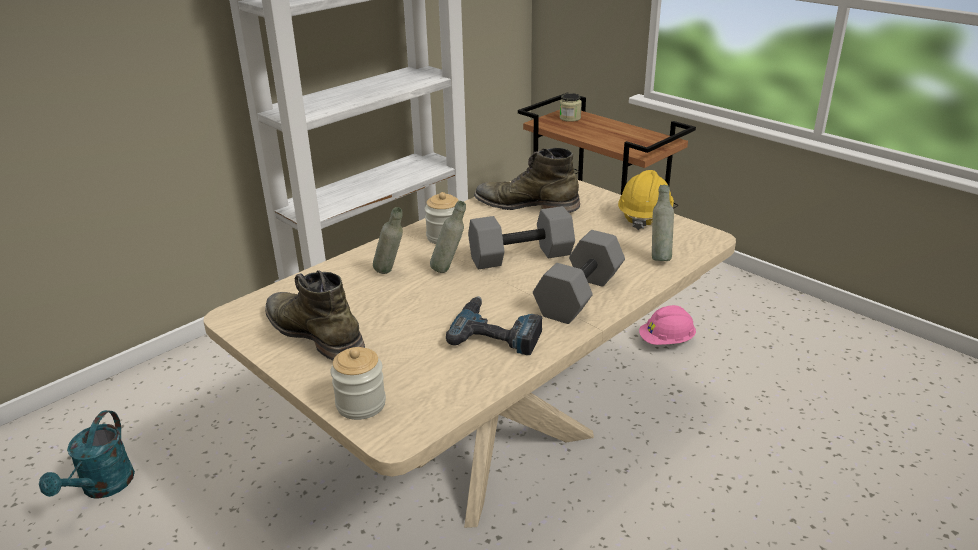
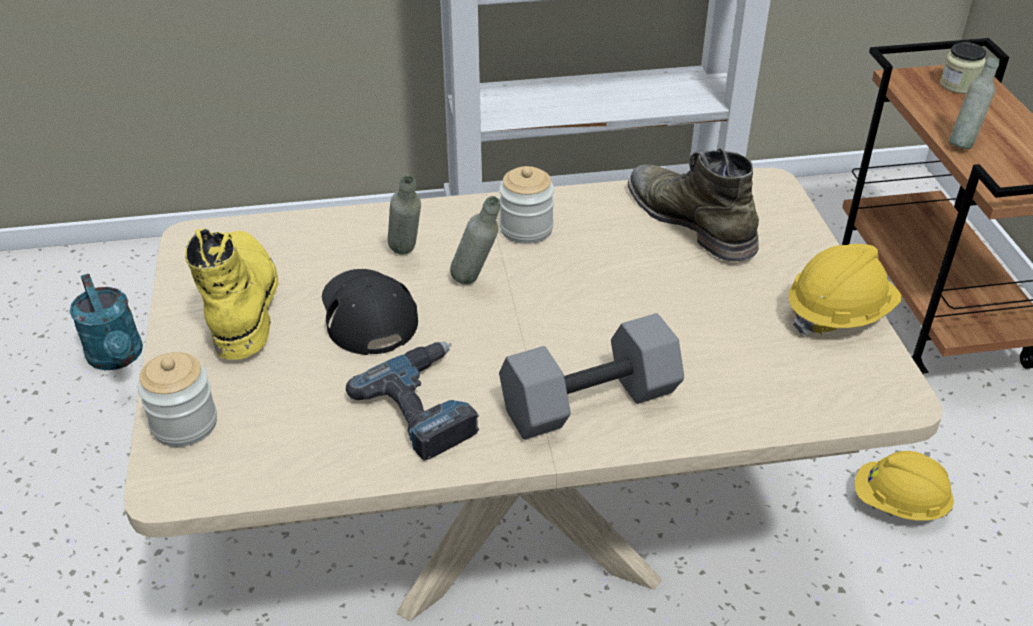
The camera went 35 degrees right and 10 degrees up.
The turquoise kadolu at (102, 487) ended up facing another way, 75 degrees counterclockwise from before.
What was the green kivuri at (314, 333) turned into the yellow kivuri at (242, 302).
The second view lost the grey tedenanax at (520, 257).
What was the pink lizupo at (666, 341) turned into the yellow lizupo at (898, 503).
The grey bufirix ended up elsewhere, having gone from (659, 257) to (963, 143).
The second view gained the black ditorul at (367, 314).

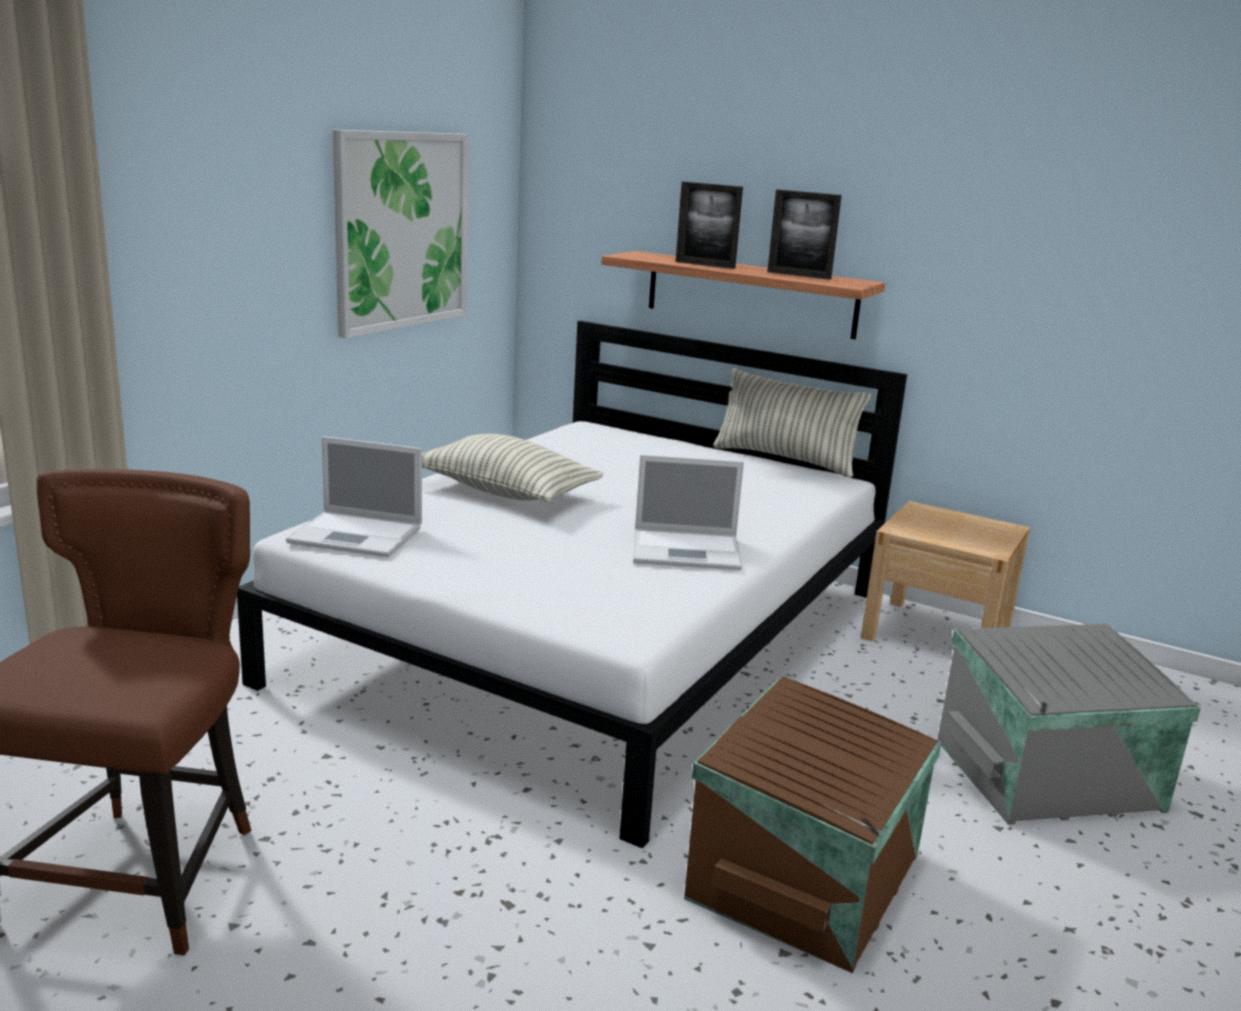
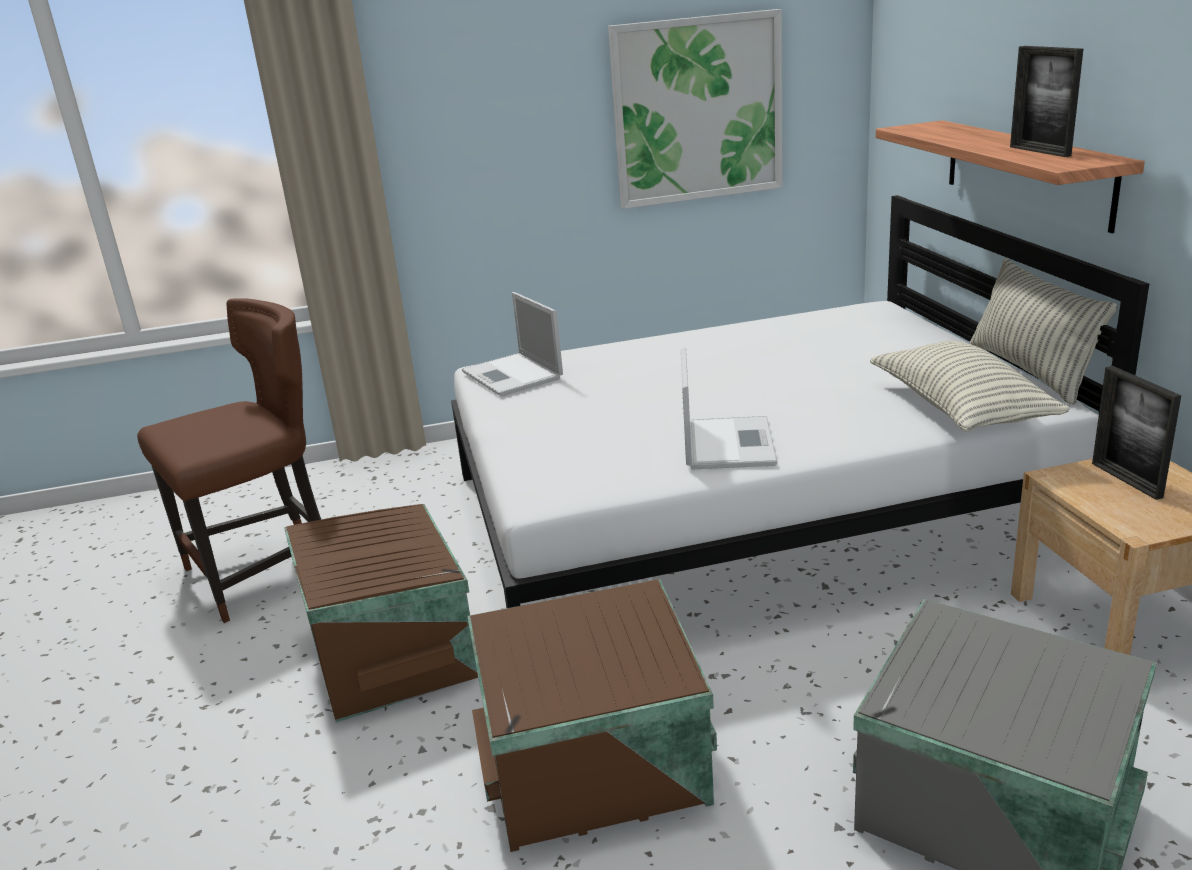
The camera went 50 degrees right and 5 degrees up.
The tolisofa ended up elsewhere, having gone from (505, 493) to (960, 409).
The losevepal at (688, 550) ended up facing another way, 135 degrees counterclockwise from before.
The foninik ended up elsewhere, having gone from (705, 265) to (1126, 480).
The second view gained the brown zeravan at (394, 650).

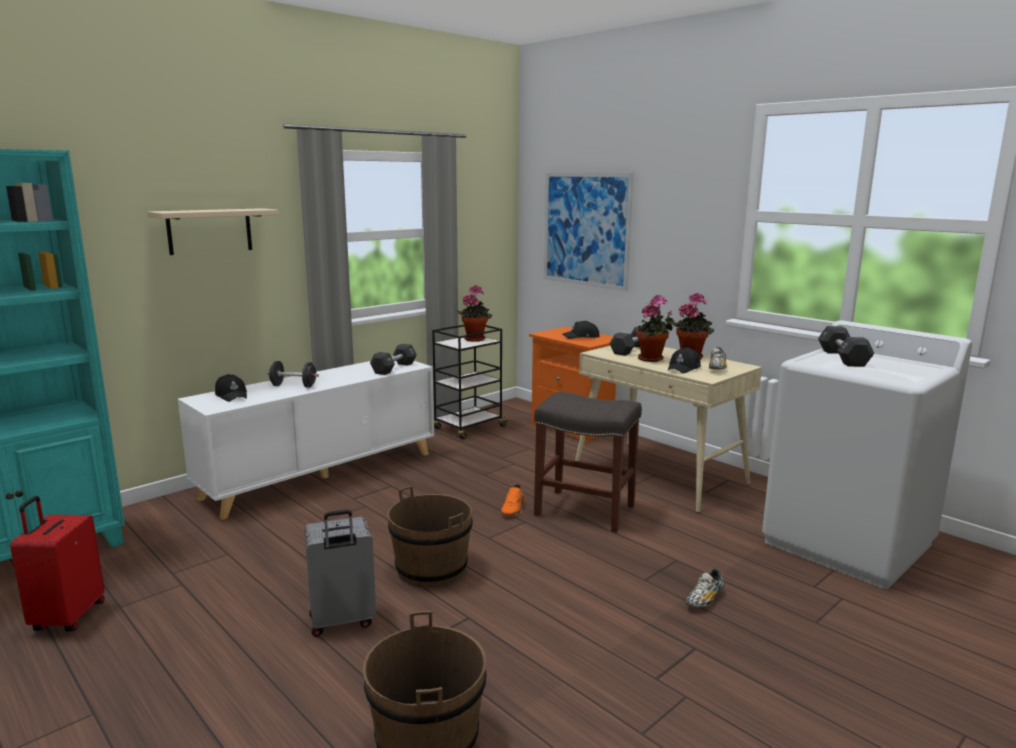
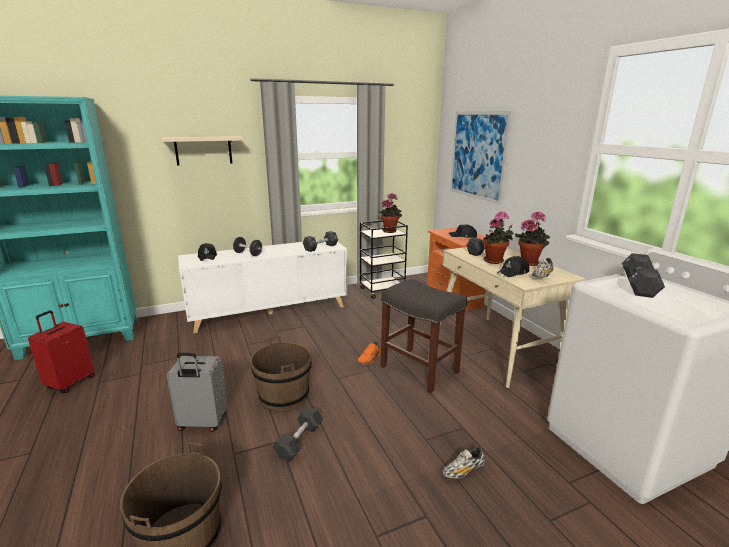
The camera went 20 degrees right and 5 degrees up.
The second view gained the black tedenanax at (299, 441).

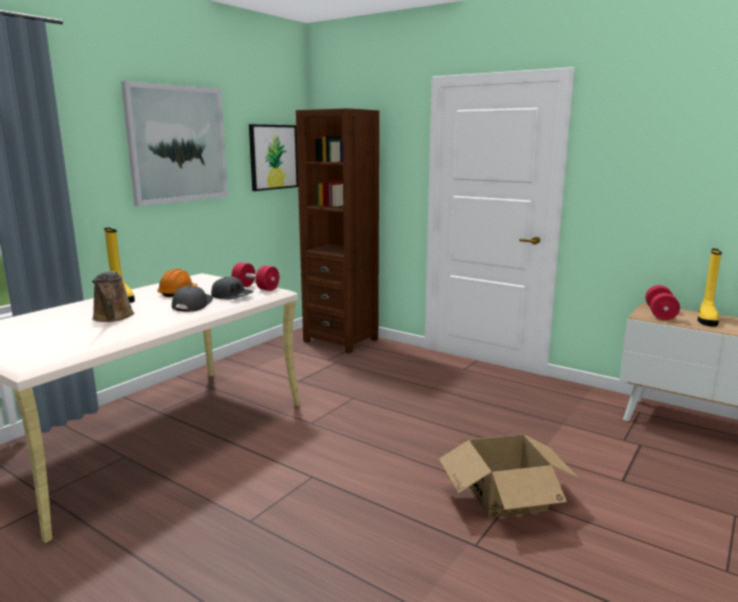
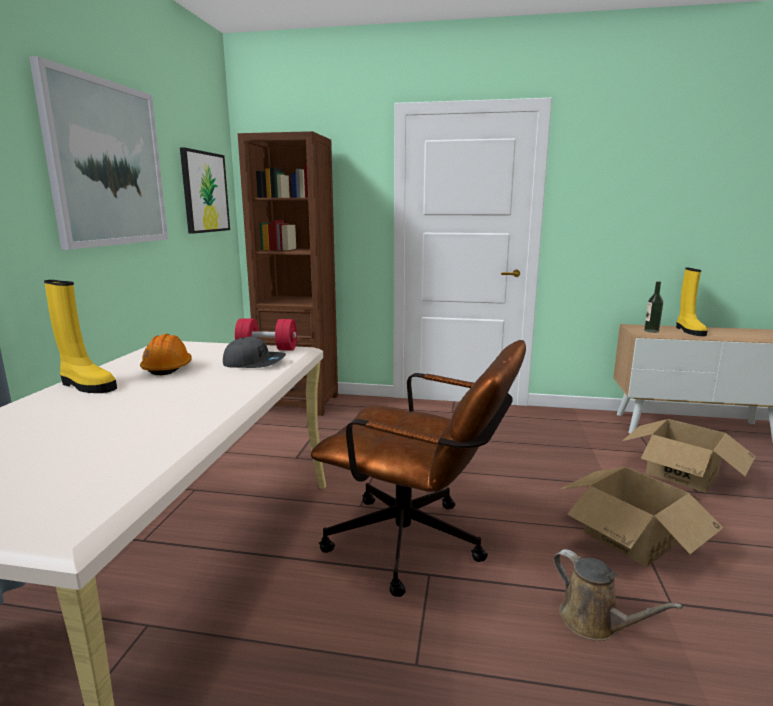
The camera went 25 degrees left and 0 degrees up.
The brown kadolu ended up elsewhere, having gone from (112, 317) to (594, 622).
The second view lost the grey ditorul at (191, 305).
Where the red tedenanax stood at (660, 314), the bufirix came to stand at (651, 331).
The second view gained the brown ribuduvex at (418, 545).
The second view gained the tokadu at (683, 473).

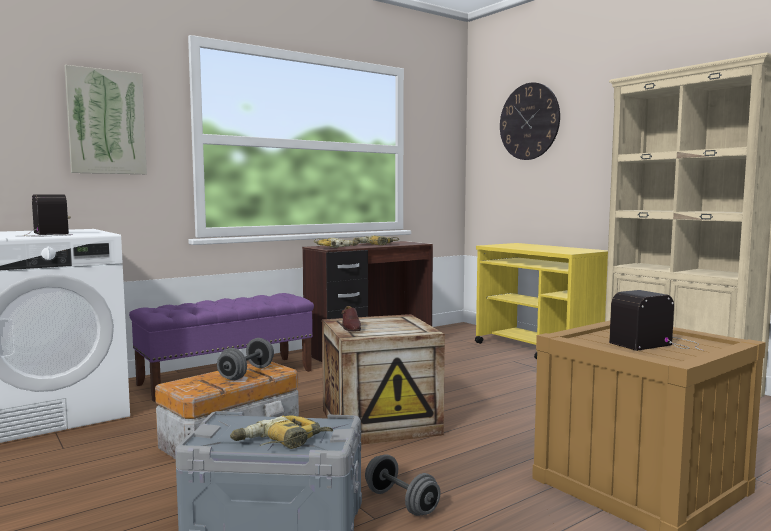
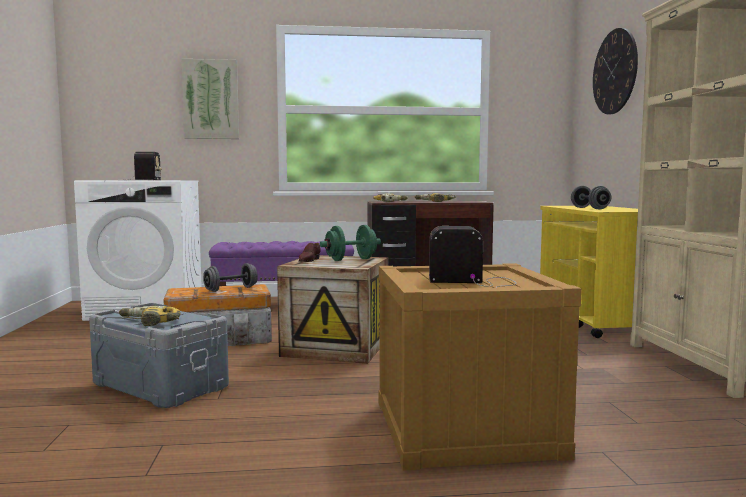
The camera went 30 degrees right and 0 degrees up.
The grey tedenanax ended up elsewhere, having gone from (401, 502) to (589, 208).
The second view gained the green tedenanax at (350, 260).

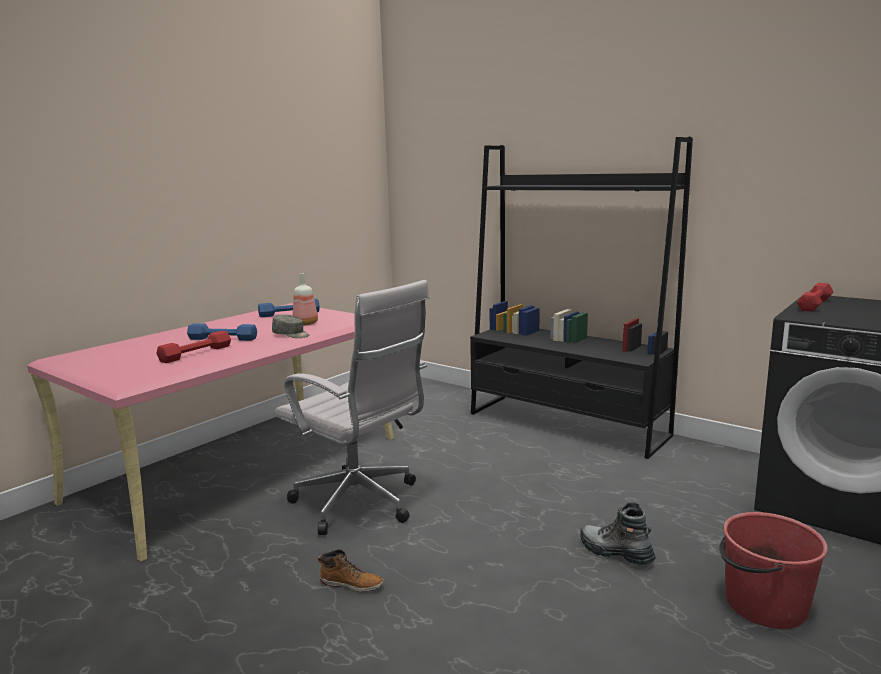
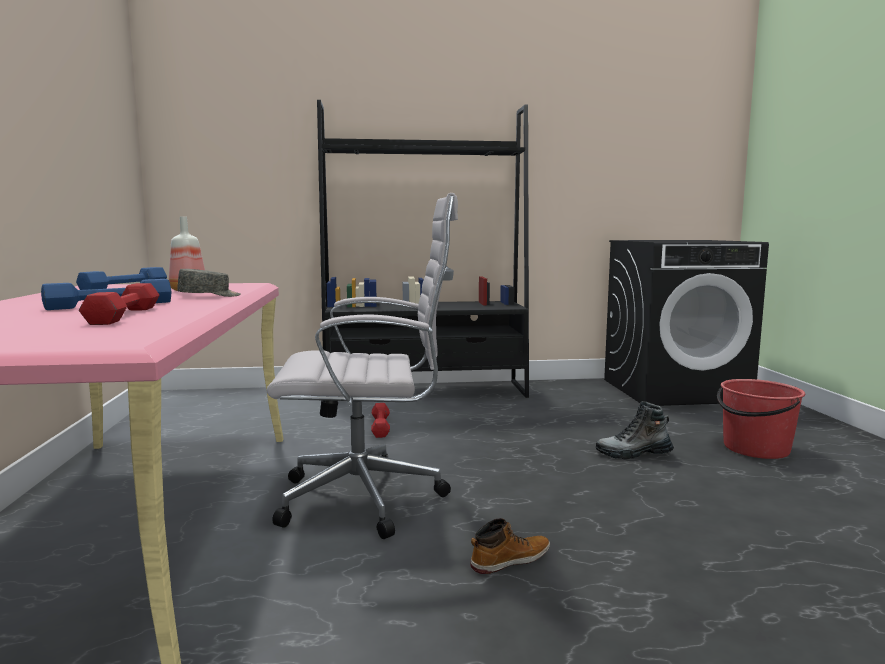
The camera went 45 degrees left and 5 degrees down.
The red tedenanax ended up elsewhere, having gone from (815, 304) to (380, 426).

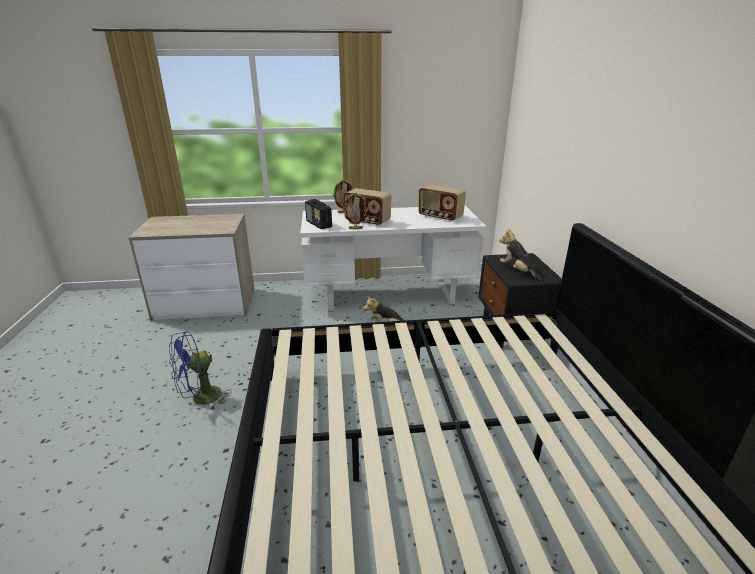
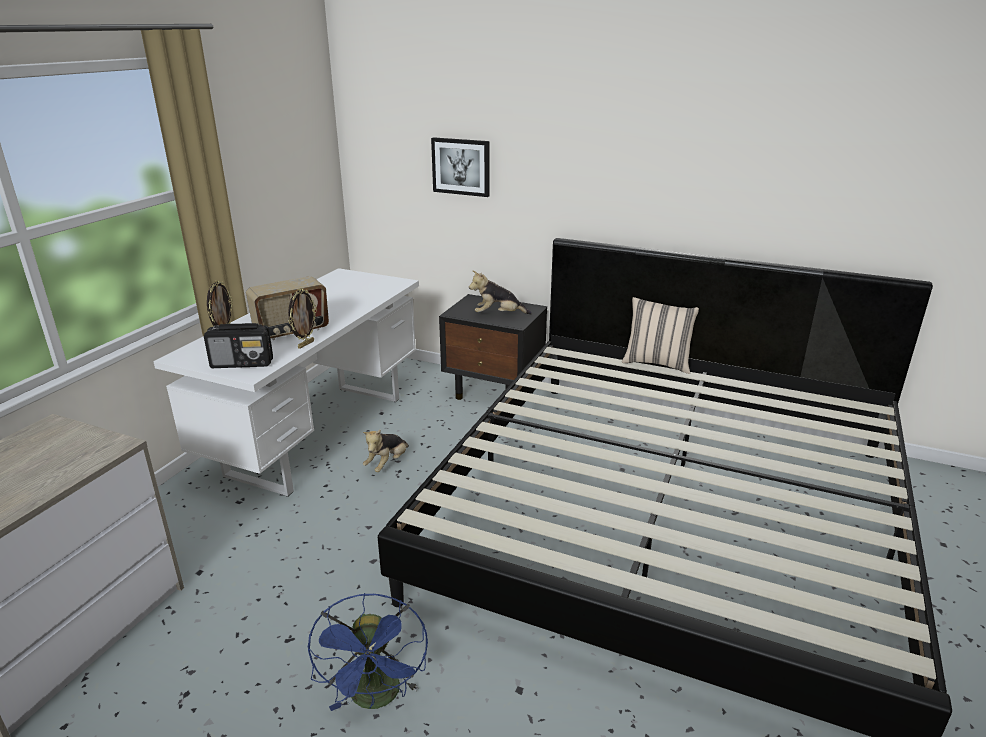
The camera went 60 degrees left and 0 degrees up.
The second view lost the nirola at (440, 217).
The second view gained the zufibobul at (461, 166).
The second view gained the beige tolisofa at (657, 363).

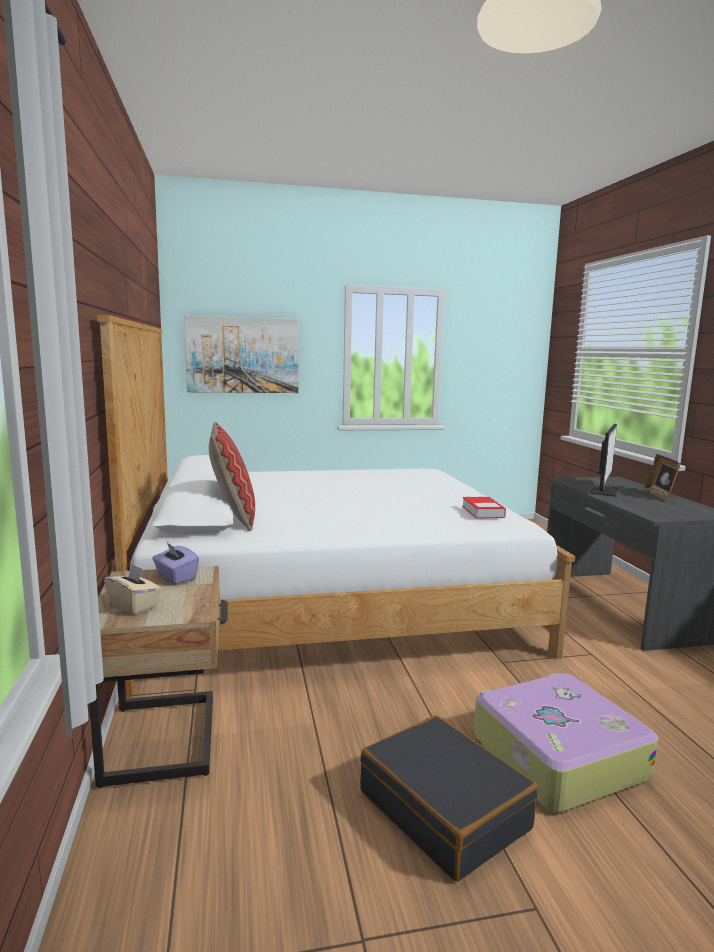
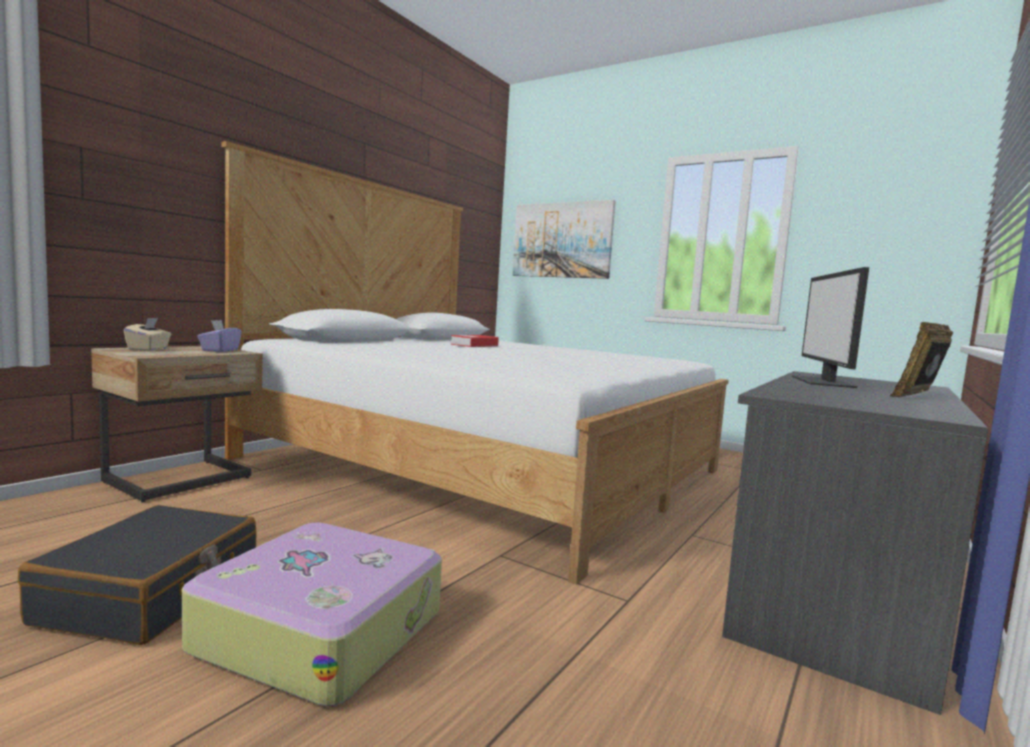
The camera went 45 degrees right and 5 degrees down.
The second view lost the tolisofa at (233, 517).
The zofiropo ended up elsewhere, having gone from (483, 512) to (474, 345).
The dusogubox at (603, 490) ended up facing another way, 120 degrees clockwise from before.

